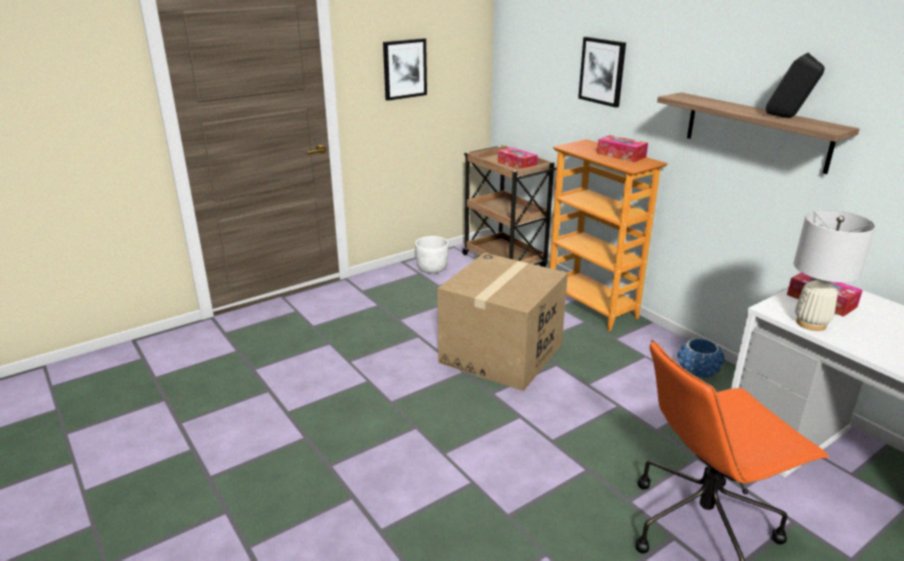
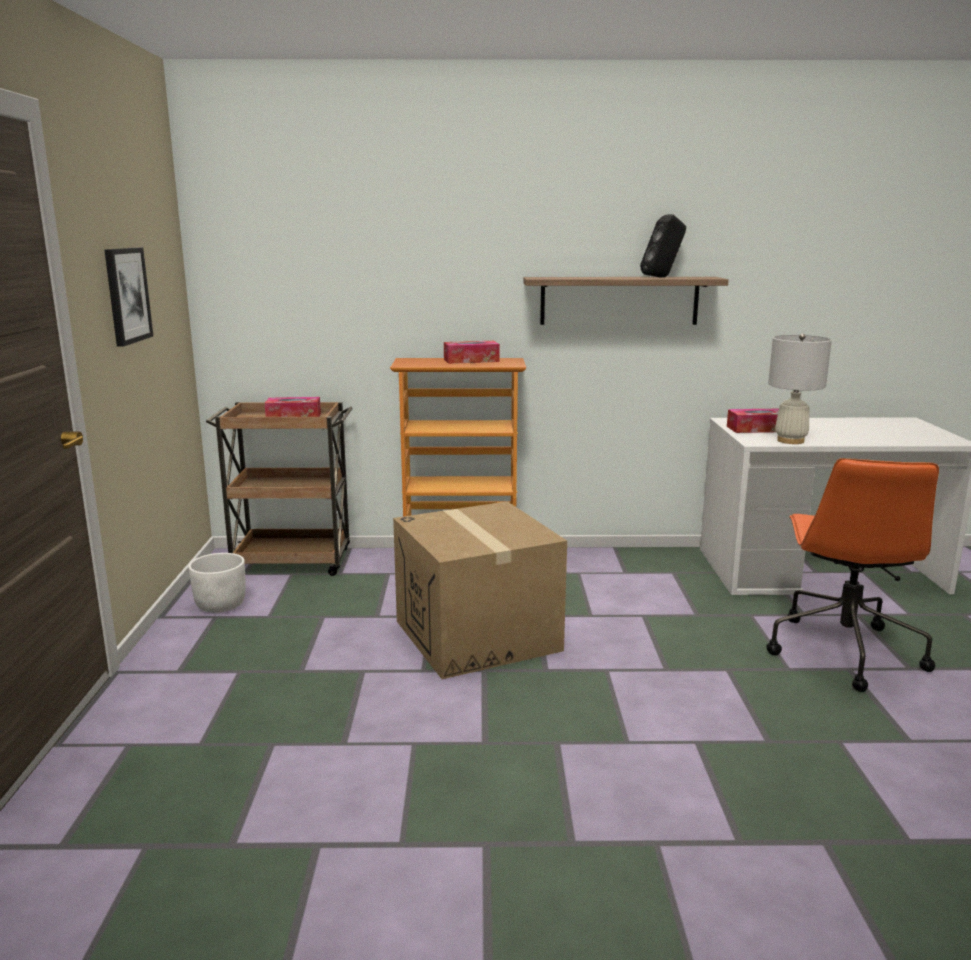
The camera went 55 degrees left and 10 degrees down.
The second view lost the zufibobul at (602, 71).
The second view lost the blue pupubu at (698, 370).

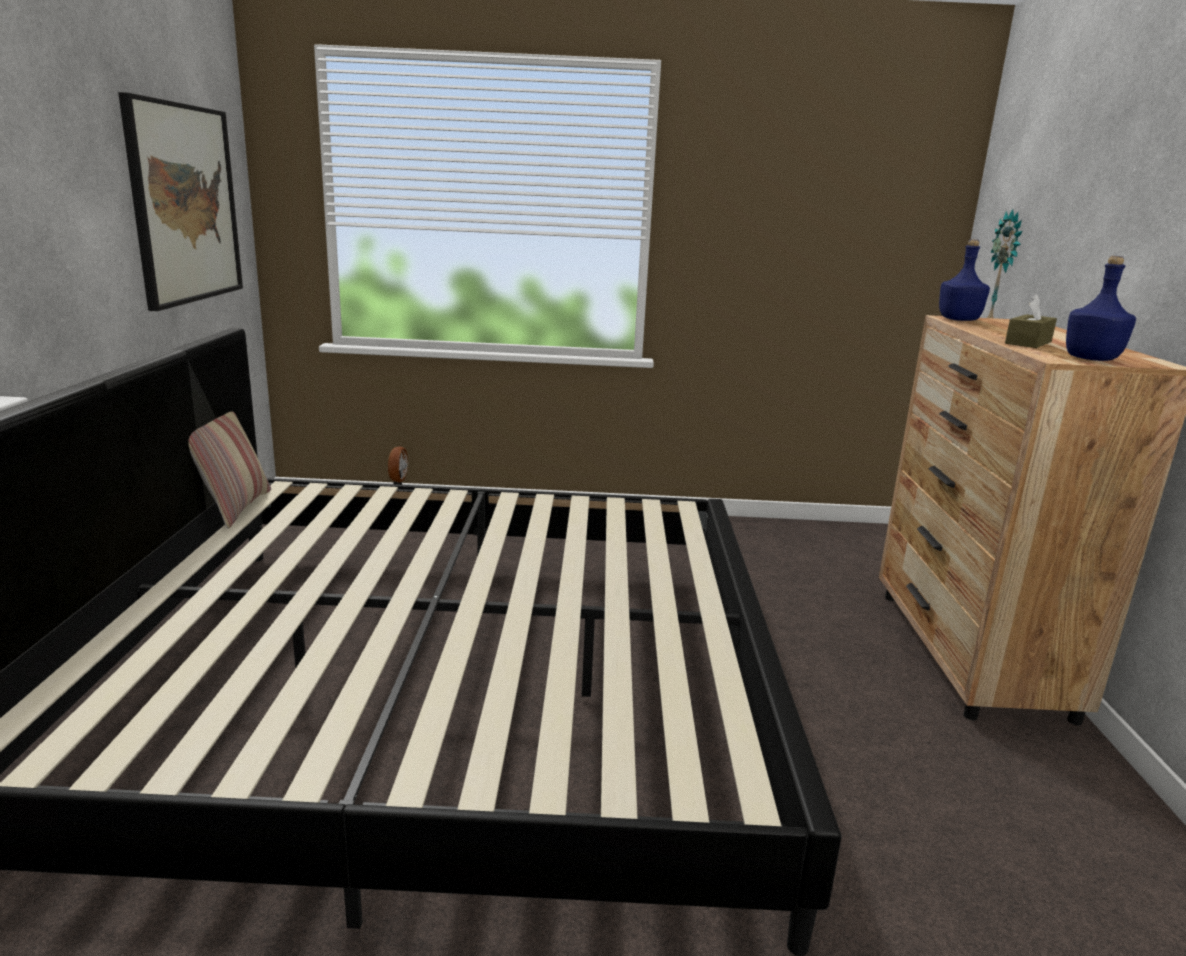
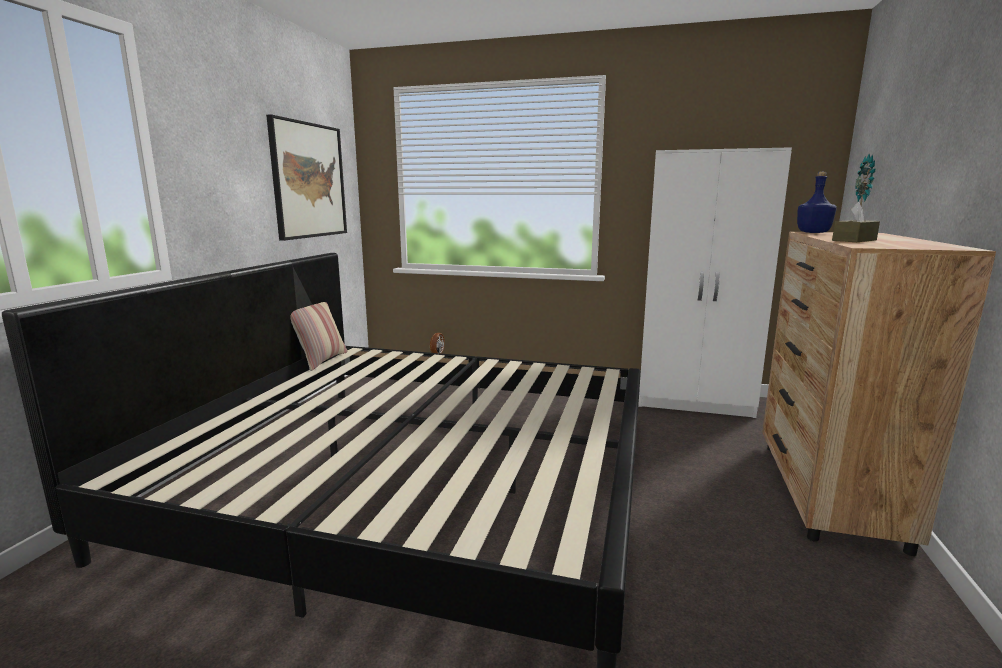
The camera went 15 degrees right and 5 degrees down.
The second view lost the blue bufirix at (1092, 359).
The second view gained the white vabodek at (695, 402).

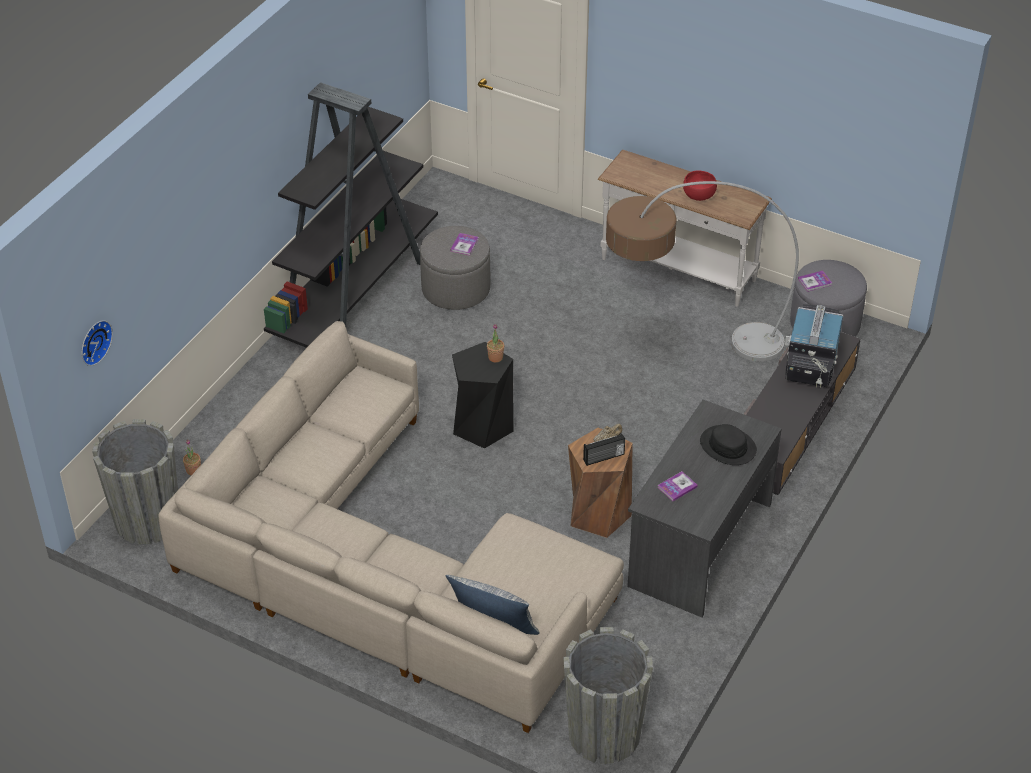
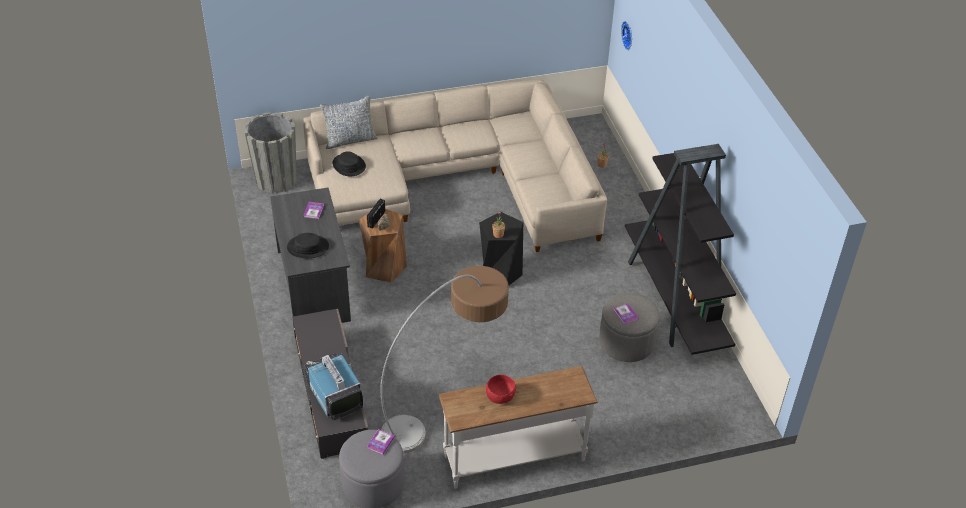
The camera went 135 degrees right and 0 degrees up.
The second view lost the grey pupubu at (147, 520).
The second view gained the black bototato at (349, 165).

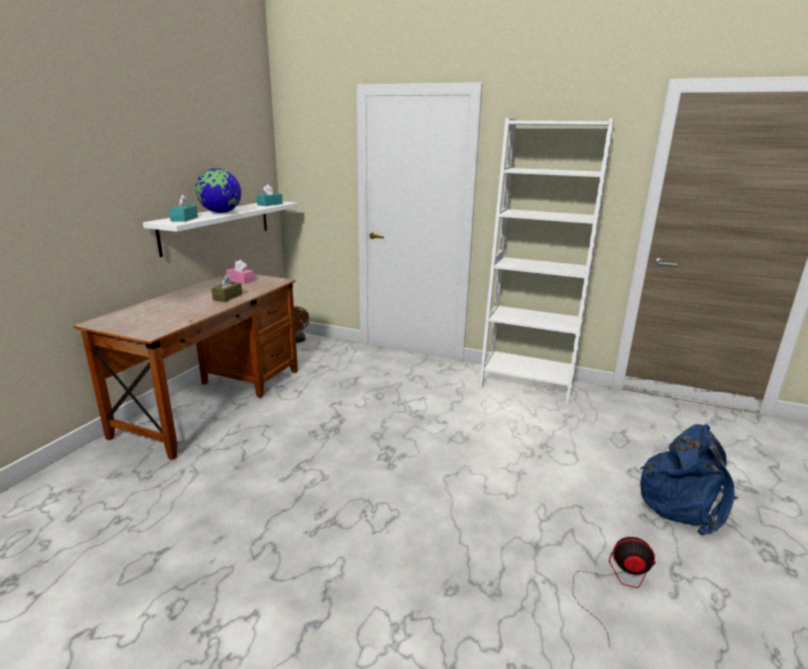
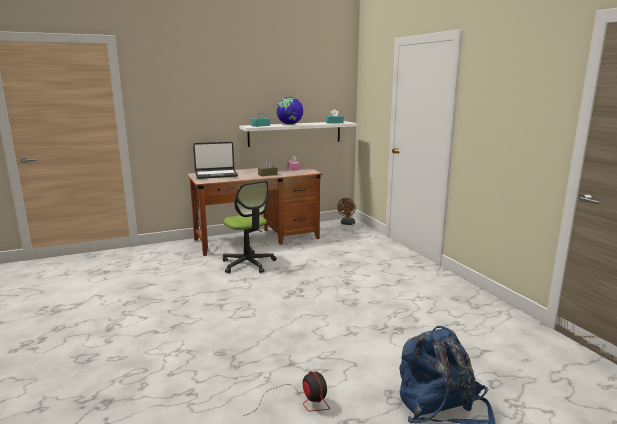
The camera went 45 degrees right and 5 degrees down.
The second view lost the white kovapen at (526, 385).
The second view gained the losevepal at (216, 174).
The second view gained the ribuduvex at (248, 264).

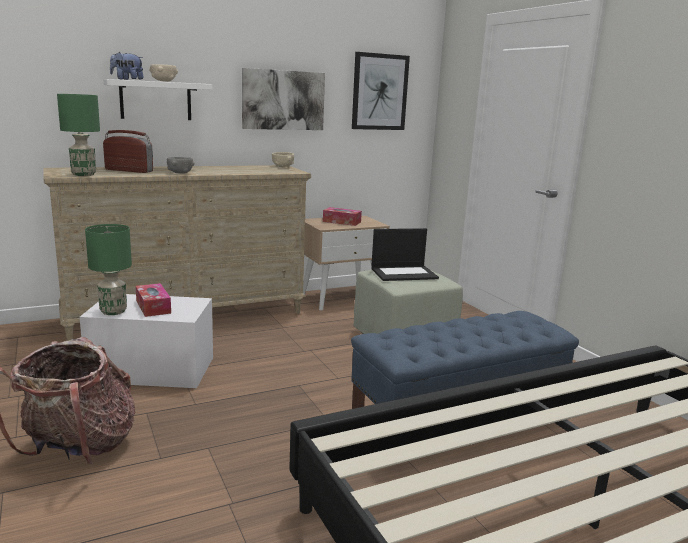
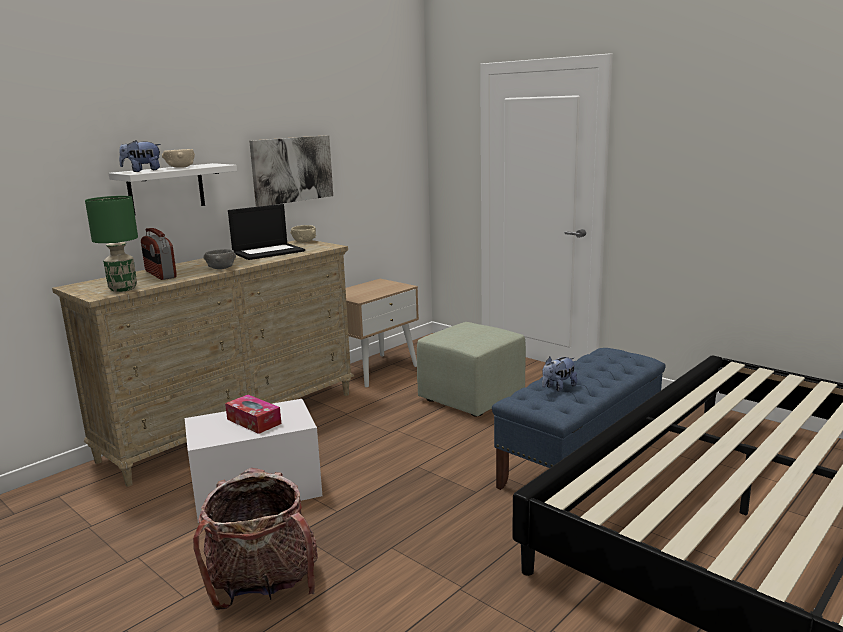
The camera went 20 degrees left and 0 degrees up.
The second view lost the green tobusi at (113, 311).
The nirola at (129, 170) ended up facing another way, 120 degrees counterclockwise from before.
The second view lost the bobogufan at (341, 222).
The second view lost the zufibobul at (379, 92).
The losevepal ended up elsewhere, having gone from (404, 273) to (269, 252).
The second view gained the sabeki at (558, 387).

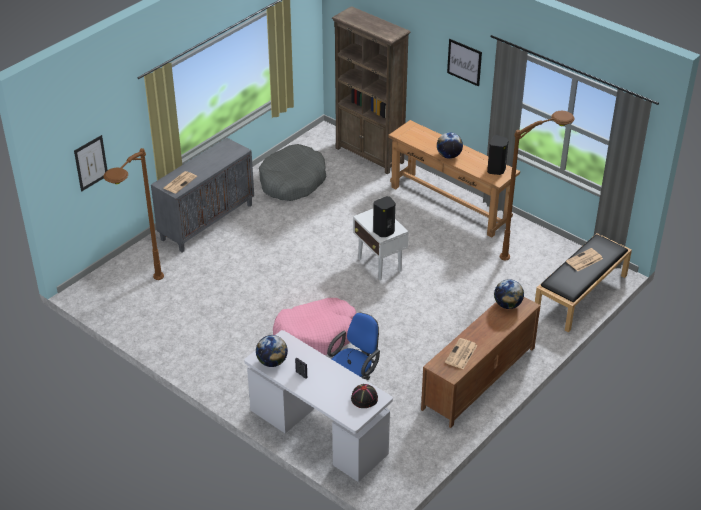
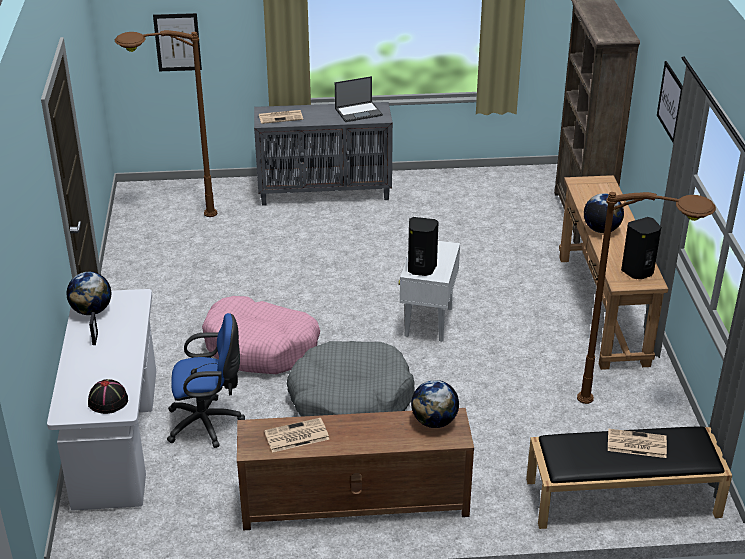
The camera went 45 degrees right and 5 degrees down.
The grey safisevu ended up elsewhere, having gone from (292, 181) to (350, 397).
The second view gained the losevepal at (359, 112).

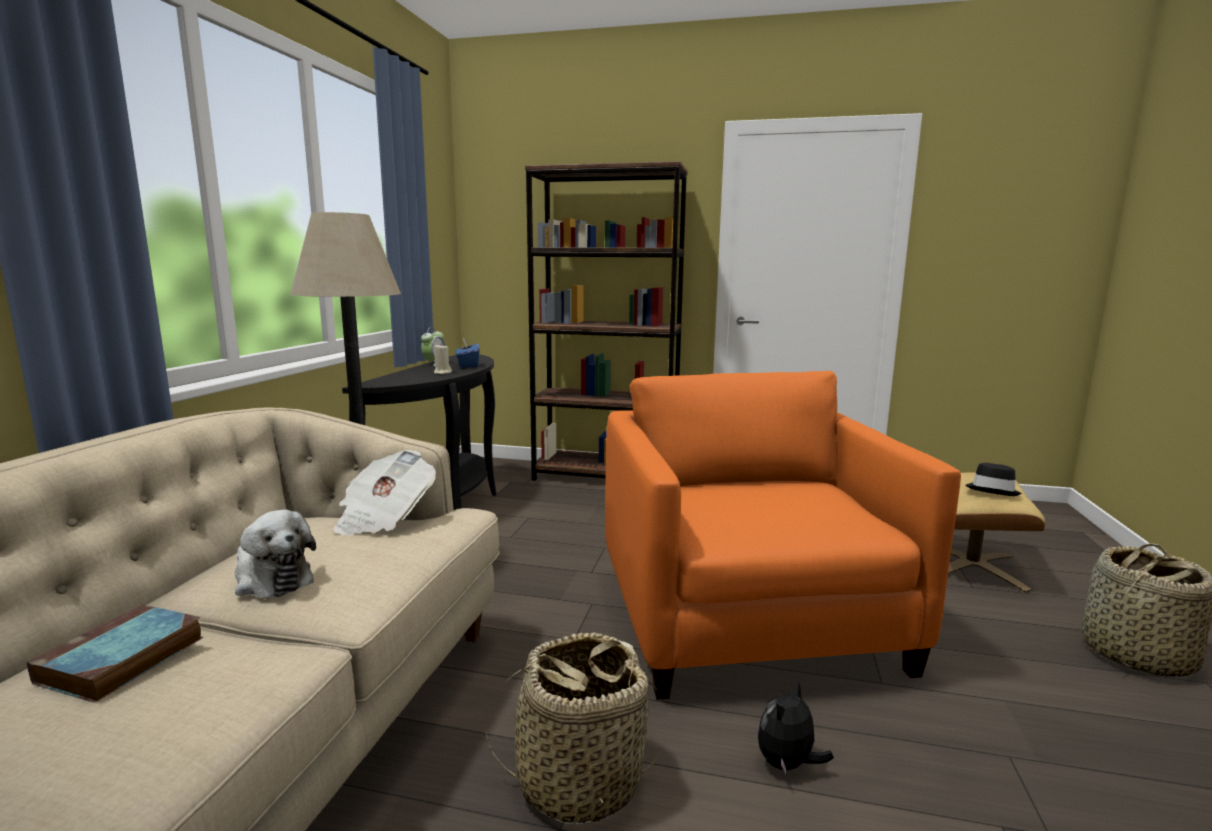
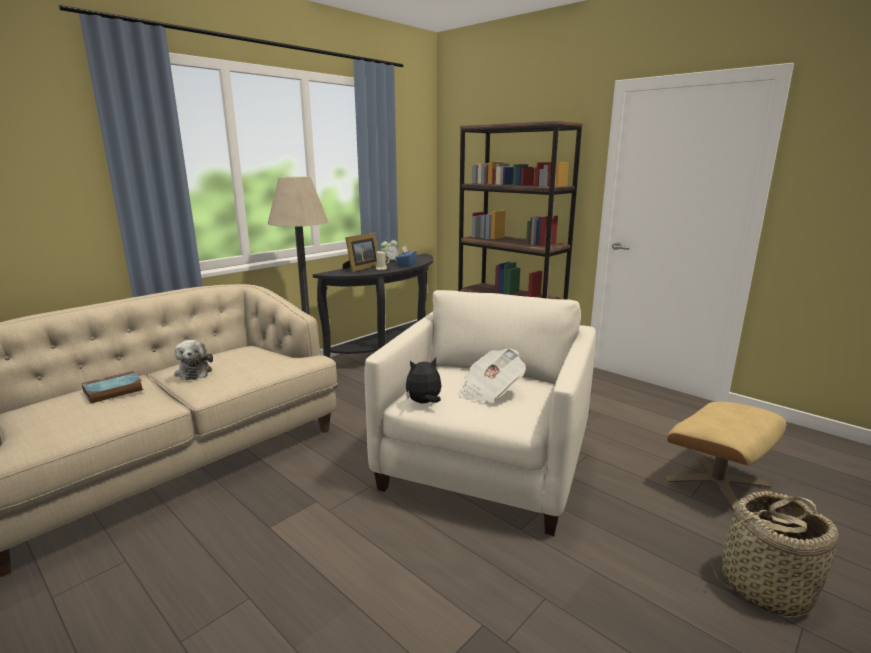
The camera went 30 degrees right and 5 degrees up.
The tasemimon ended up elsewhere, having gone from (384, 518) to (489, 391).
The second view lost the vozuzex at (579, 779).
What was the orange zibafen at (746, 618) turned into the beige zibafen at (484, 465).
The sabeki ended up elsewhere, having gone from (787, 764) to (424, 403).
The second view lost the black bototato at (993, 490).
The second view gained the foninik at (361, 268).

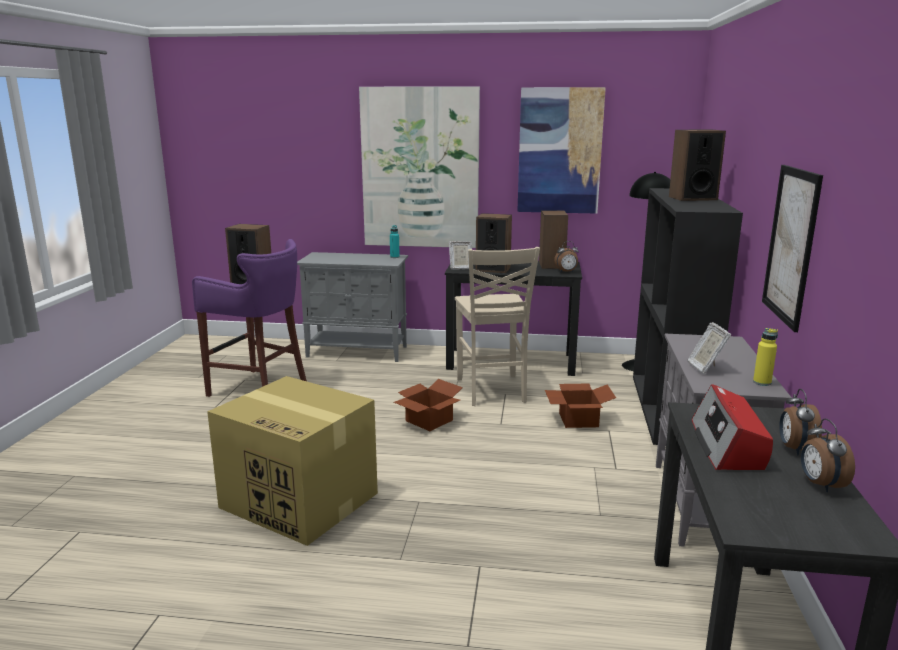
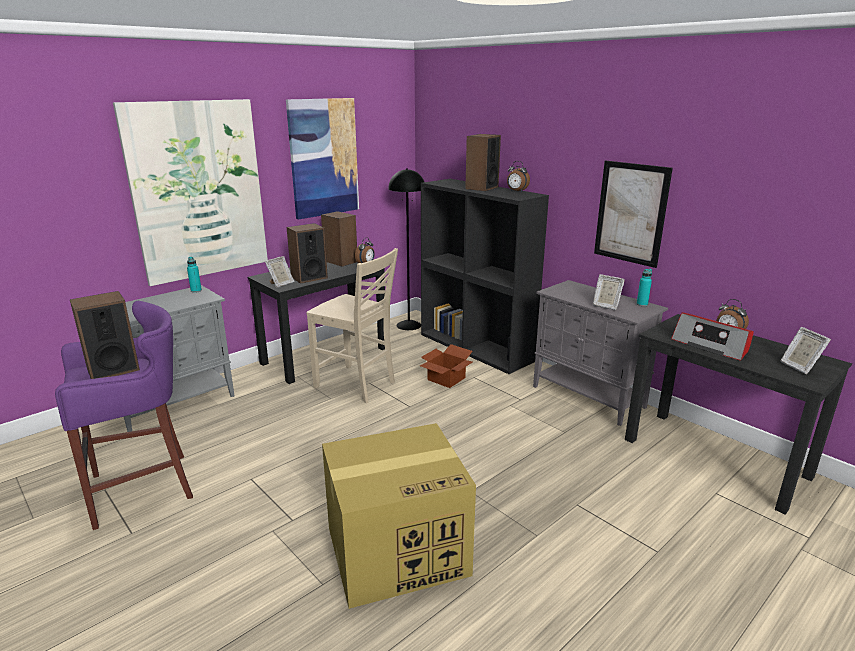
The camera went 50 degrees left and 5 degrees up.
The second view lost the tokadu at (427, 421).
What was the yellow bufirix at (762, 382) turned into the turquoise bufirix at (642, 304).
The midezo ended up elsewhere, having gone from (820, 484) to (516, 191).
The second view gained the foninik at (799, 367).

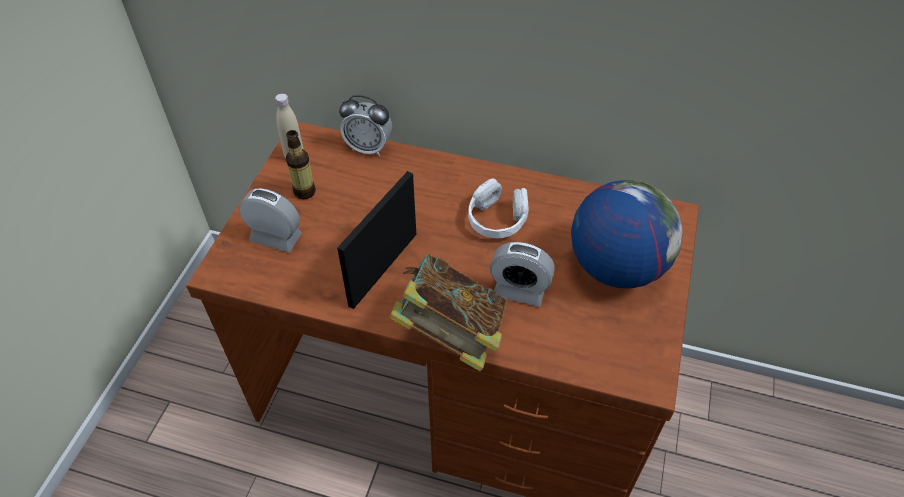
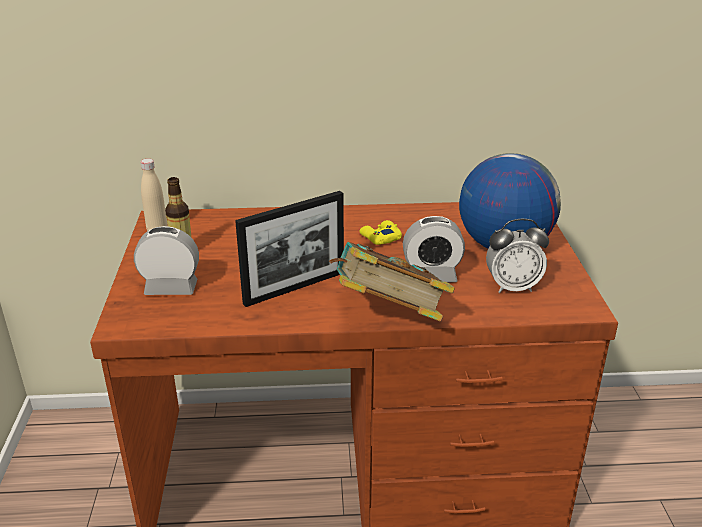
The camera went 20 degrees left and 20 degrees down.
The foninik at (383, 269) ended up facing another way, 135 degrees counterclockwise from before.
The midezo ended up elsewhere, having gone from (368, 148) to (512, 287).
Where the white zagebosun stood at (497, 219), the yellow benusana came to stand at (380, 237).

